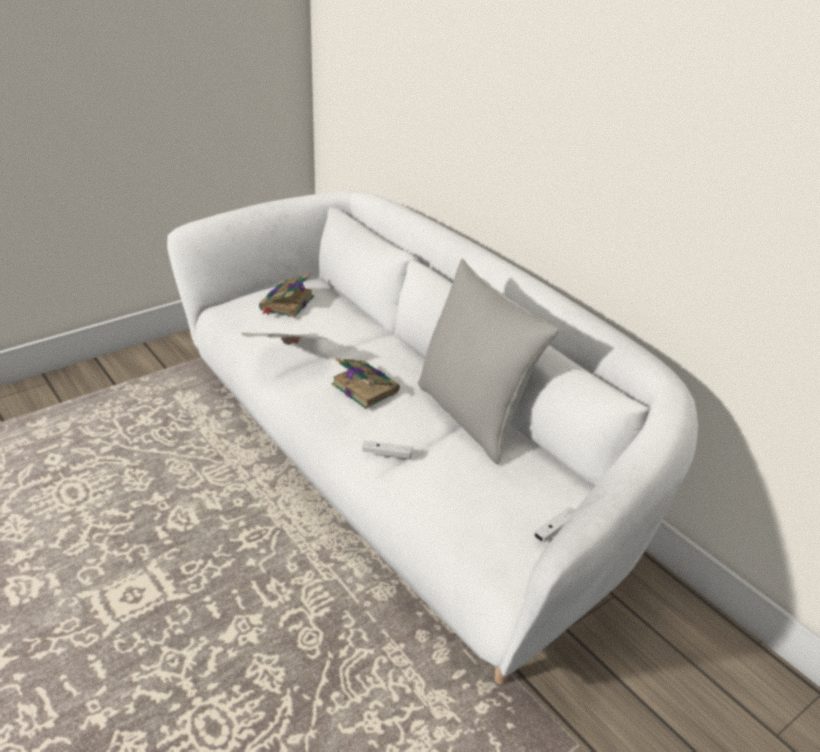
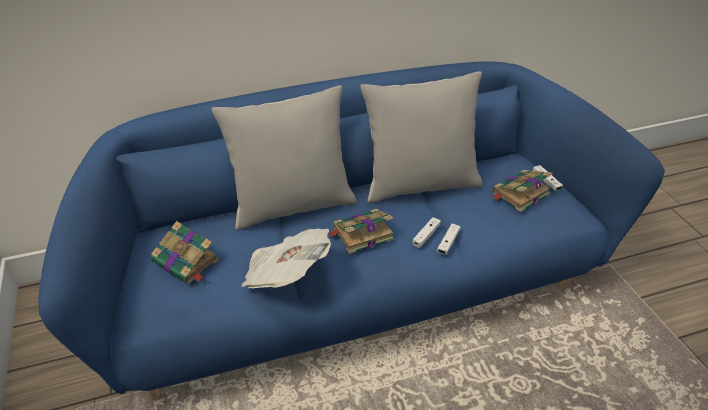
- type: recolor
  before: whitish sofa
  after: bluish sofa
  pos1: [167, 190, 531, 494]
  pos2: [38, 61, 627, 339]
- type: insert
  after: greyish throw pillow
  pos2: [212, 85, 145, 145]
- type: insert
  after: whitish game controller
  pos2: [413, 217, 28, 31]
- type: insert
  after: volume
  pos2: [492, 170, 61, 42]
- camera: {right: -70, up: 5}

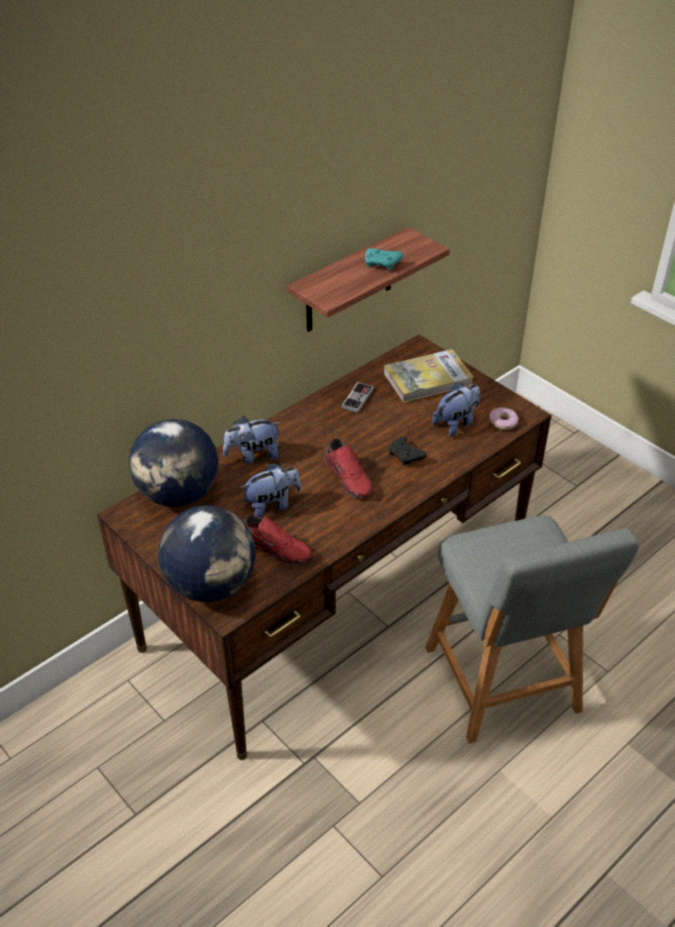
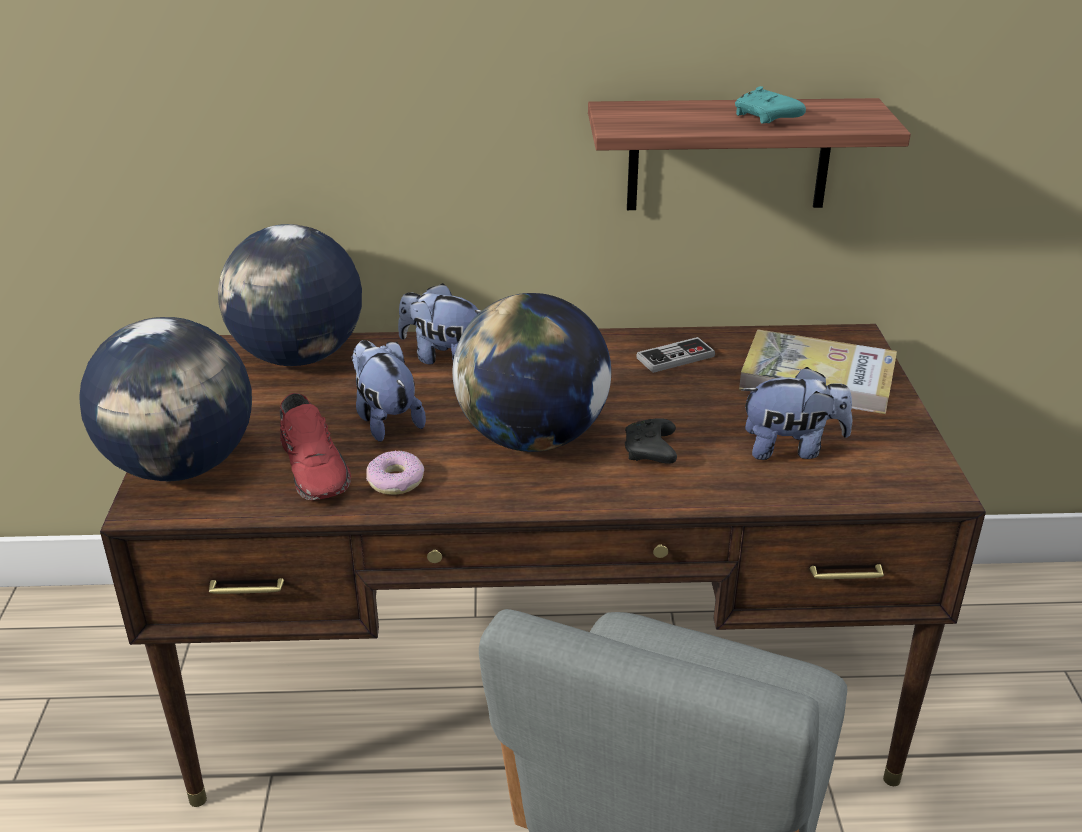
- type: rotate
  before: plush toy
  pos1: [241, 463, 60, 56]
  pos2: [352, 340, 74, 102]
  turn: -135
- type: replace
  before: red-coloured item of footwear
  after: globe
  pos1: [324, 438, 49, 60]
  pos2: [453, 293, 158, 159]
- type: move
  before: doughnut
  pos1: [489, 407, 29, 23]
  pos2: [366, 451, 58, 44]
- camera: {right: 40, up: -10}

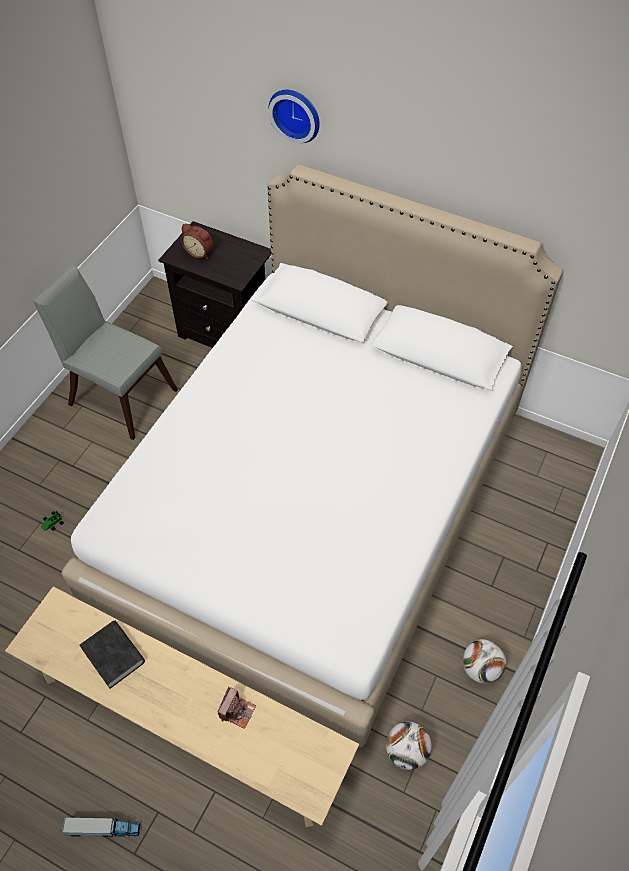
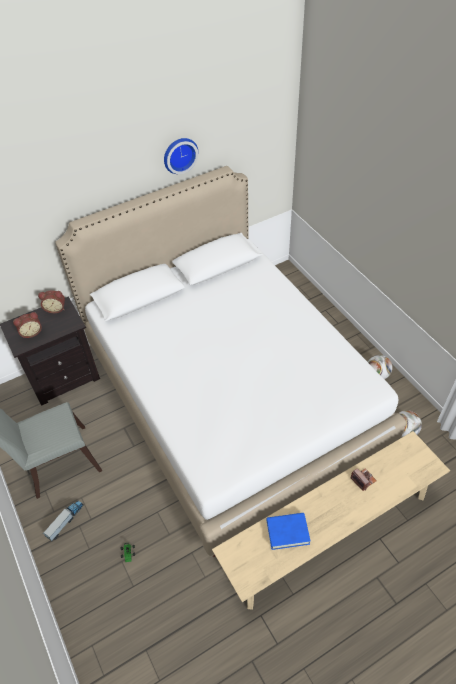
- type: move
  before: toy truck
  pos1: [61, 818, 80, 20]
  pos2: [43, 501, 41, 40]
- type: recolor
  before: black volume
  after: bluish volume
  pos1: [80, 620, 65, 69]
  pos2: [267, 513, 43, 37]
- type: move
  before: hanging clock
  pos1: [269, 90, 51, 53]
  pos2: [164, 138, 34, 36]
- type: insert
  after: alarm clock
  pos2: [38, 290, 27, 23]
- camera: {right: -55, up: -5}

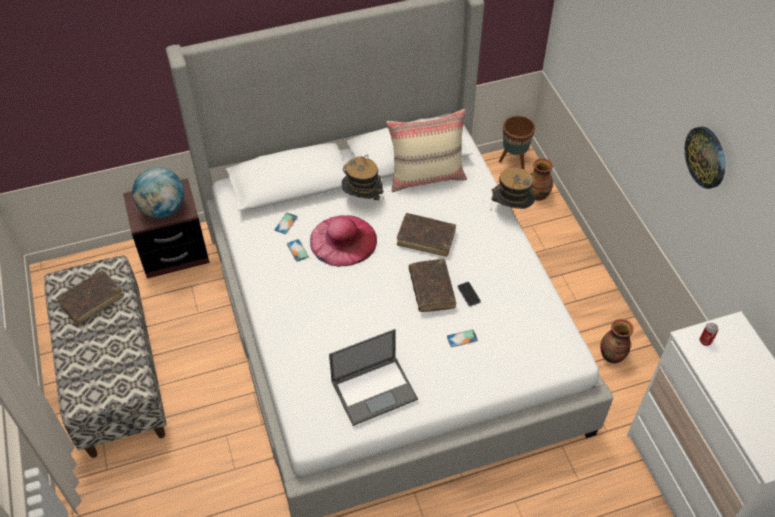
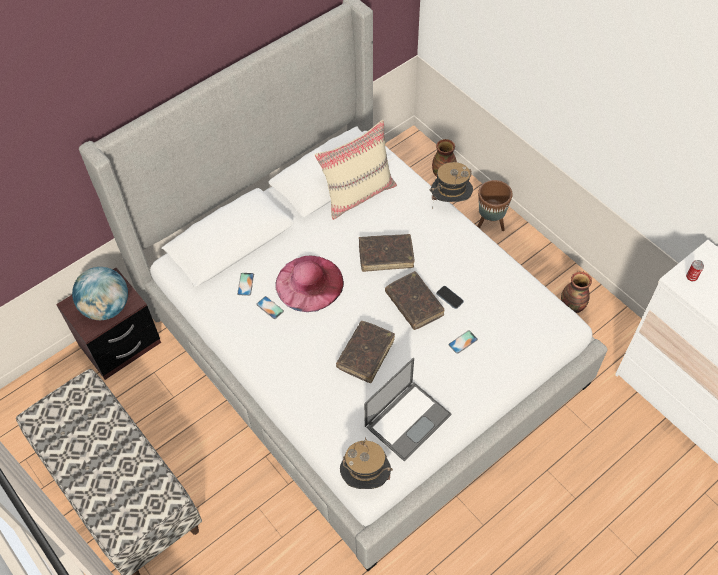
- type: move
  before: brown-coloured volume
  pos1: [56, 270, 67, 55]
  pos2: [336, 321, 59, 62]
- type: move
  before: hat
  pos1: [342, 154, 42, 46]
  pos2: [340, 437, 53, 52]
- type: move
  before: brown-coloured planter
  pos1: [499, 116, 36, 53]
  pos2: [477, 180, 36, 51]
- type: delete
  before: hanging clock
  pos1: [685, 126, 40, 63]
- camera: {right: -20, up: 5}

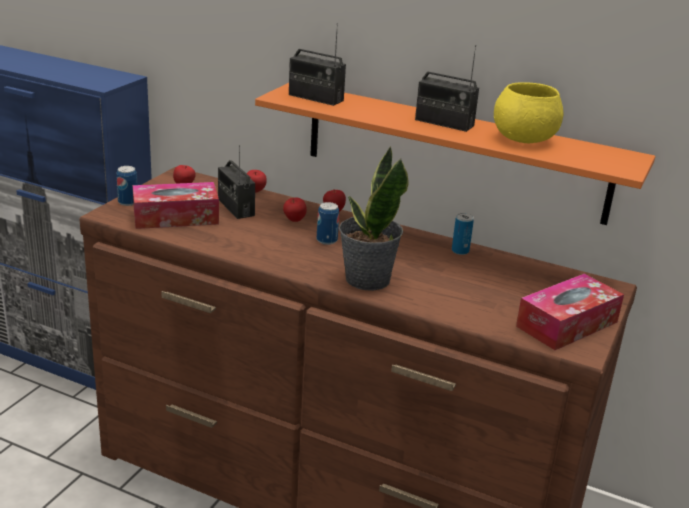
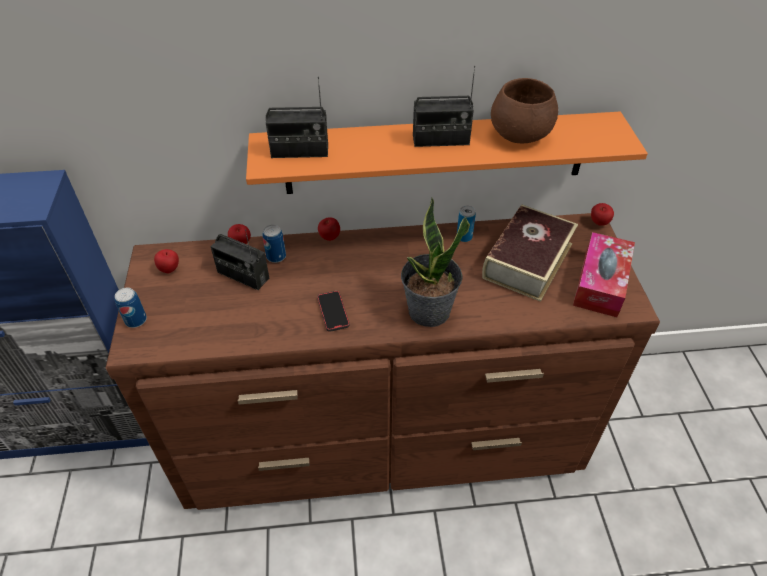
- type: delete
  before: tissue holder
  pos1: [133, 182, 86, 47]
- type: move
  before: apple fruit
  pos1: [283, 198, 24, 24]
  pos2: [591, 203, 23, 23]
- type: move
  before: metal can
  pos1: [317, 202, 22, 43]
  pos2: [262, 225, 24, 38]
- type: recolor
  before: yellow-coloured serving bowl
  after: brown-coloured serving bowl
  pos1: [494, 82, 69, 61]
  pos2: [491, 78, 67, 65]
- type: insert
  after: telephone
  pos2: [317, 291, 33, 41]
- type: insert
  after: volume
  pos2: [482, 204, 96, 98]
- camera: {right: -30, up: 20}

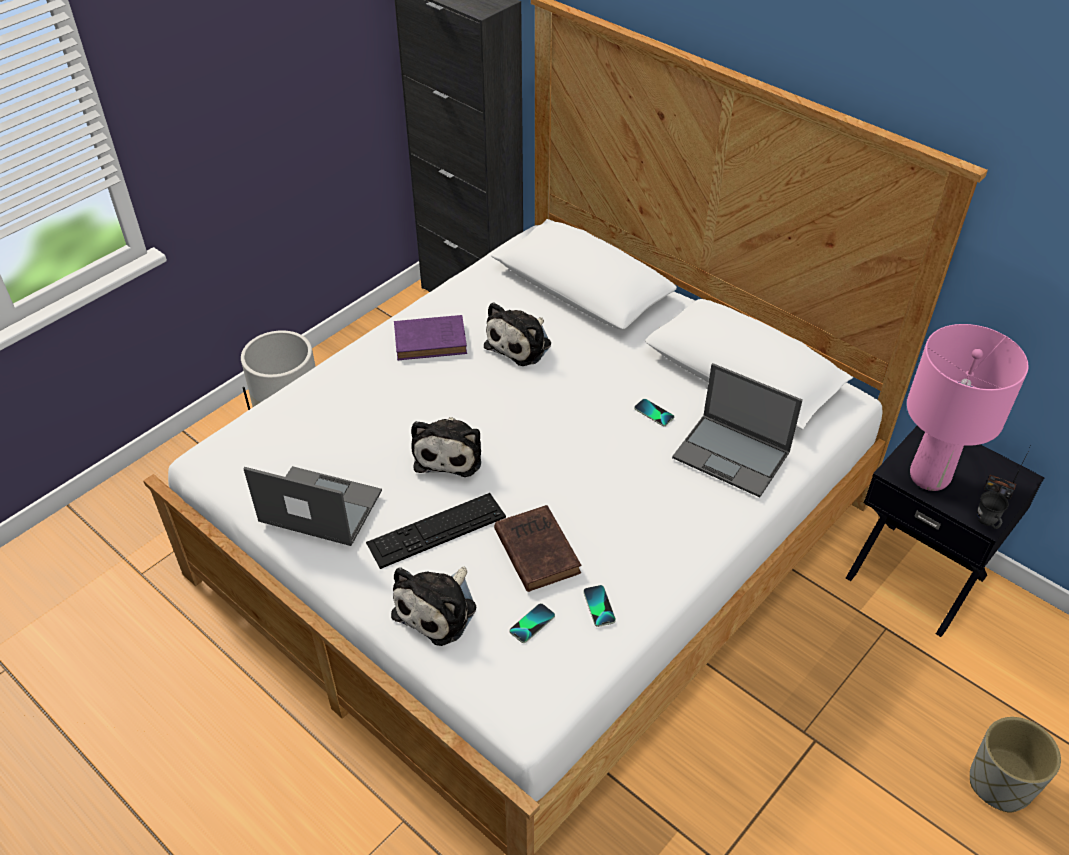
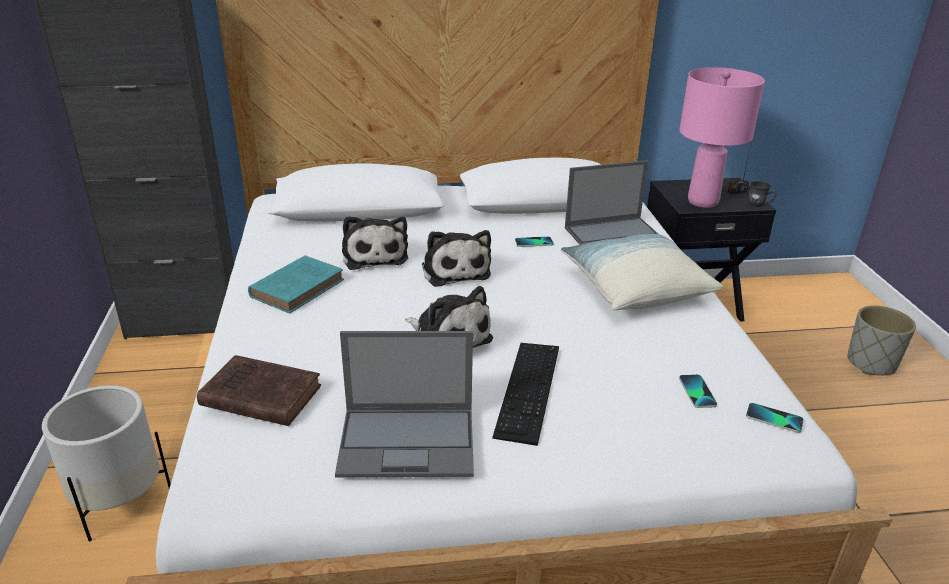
- type: rotate
  before: portable computer
  pos1: [243, 466, 139, 80]
  pos2: [335, 331, 139, 147]
  turn: -150
- type: move
  before: plush toy
  pos1: [391, 566, 85, 80]
  pos2: [422, 230, 69, 57]
- type: recolor
  before: purple volume
  after: turquoise volume
  pos1: [394, 315, 73, 45]
  pos2: [248, 255, 96, 58]
- type: move
  before: brown-coloured volume
  pos1: [494, 505, 87, 87]
  pos2: [197, 355, 124, 71]
- type: move
  before: telephone
  pos1: [583, 585, 33, 42]
  pos2: [746, 403, 58, 30]
- type: insert
  after: throw pillow
  pos2: [561, 233, 162, 77]
- camera: {right: -50, up: -15}

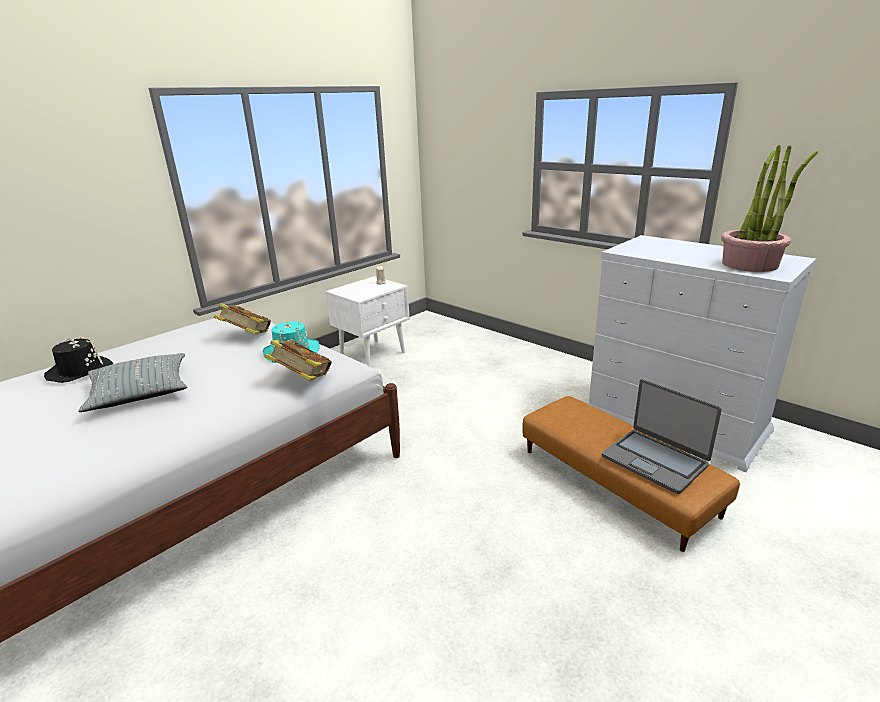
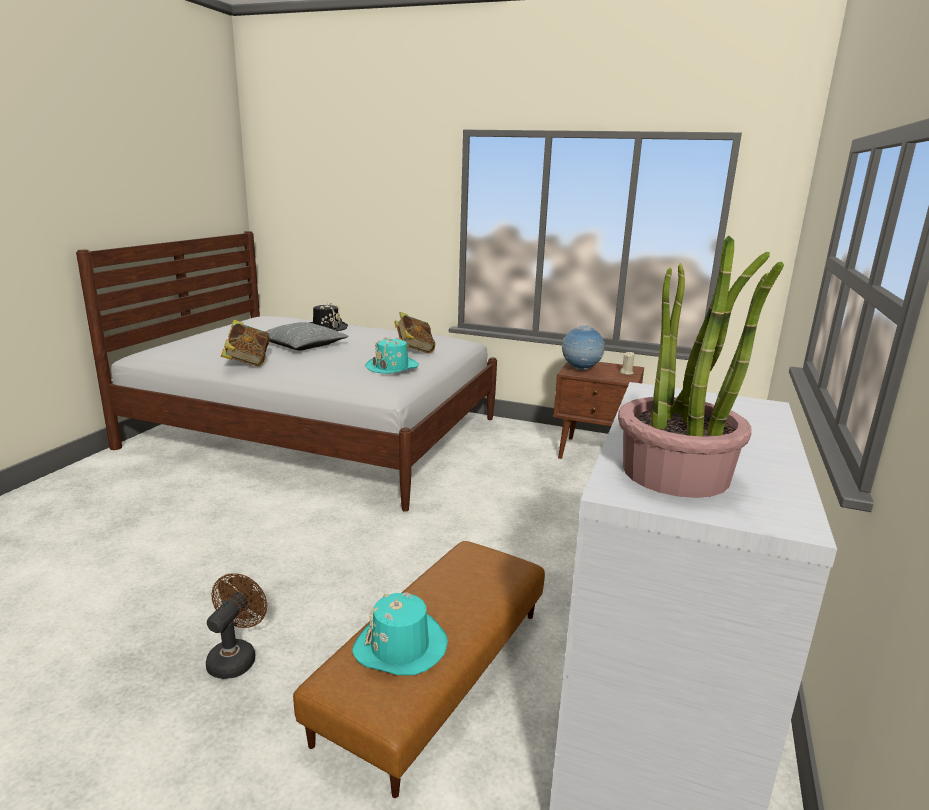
- type: move
  before: volume
  pos1: [264, 340, 68, 41]
  pos2: [221, 320, 49, 47]
- type: recolor
  before: whitish night table
  after: brown-coloured night table
  pos1: [325, 276, 85, 91]
  pos2: [553, 362, 91, 97]
- type: replace
  before: portable computer
  after: turquoise hat
  pos1: [602, 379, 120, 115]
  pos2: [352, 592, 96, 84]
- type: insert
  after: brown-coloured fan
  pos2: [206, 573, 61, 106]
- type: insert
  after: globe
  pos2: [562, 325, 42, 45]
- camera: {right: 65, up: -5}

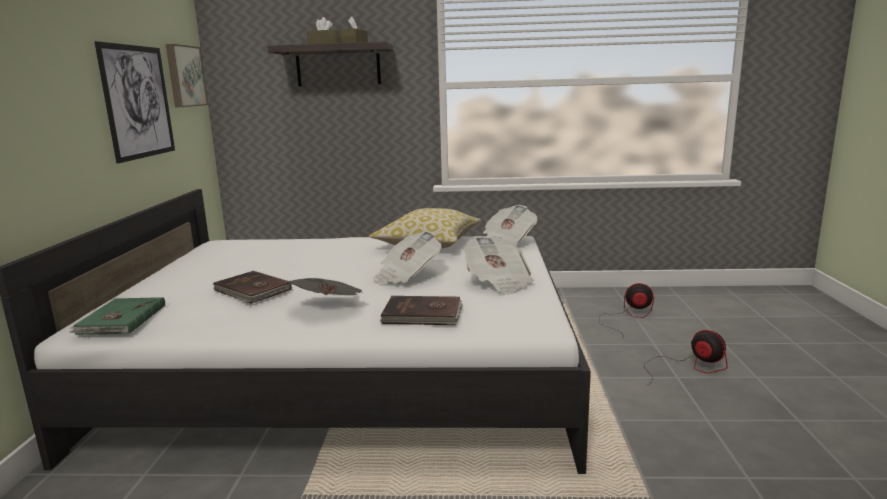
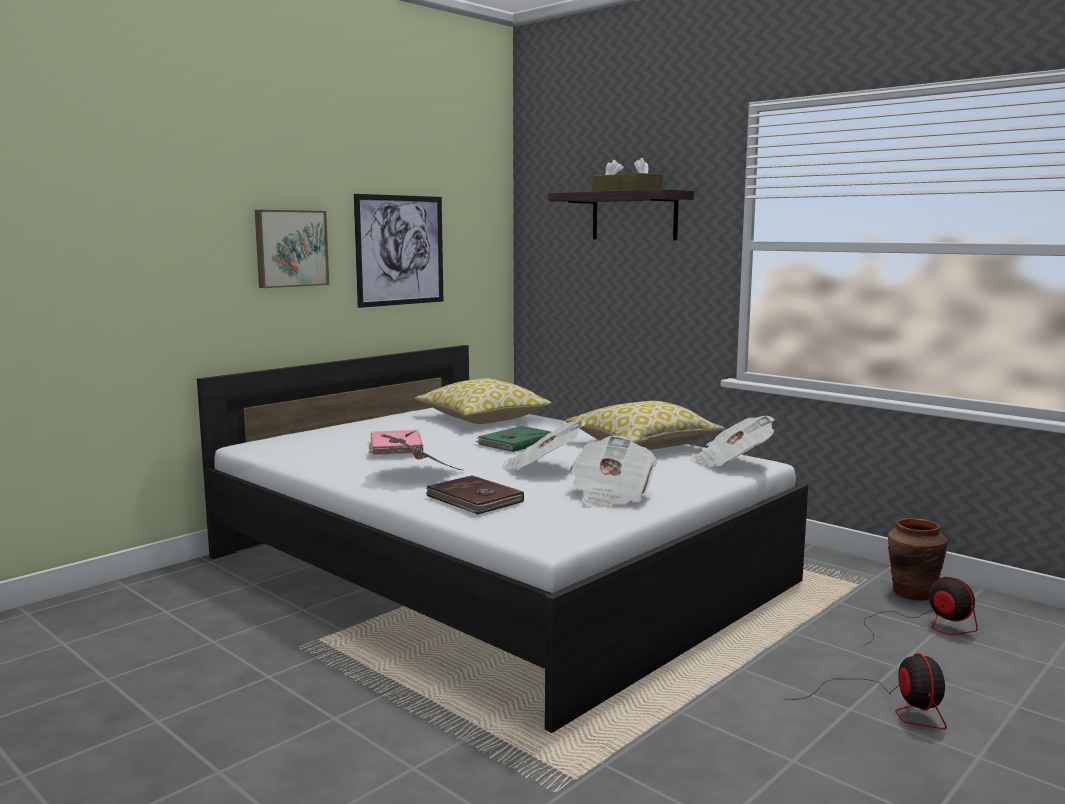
- type: move
  before: green volume
  pos1: [69, 297, 96, 38]
  pos2: [475, 426, 76, 26]
- type: move
  before: picture
  pos1: [166, 44, 42, 63]
  pos2: [255, 210, 74, 78]
- type: recolor
  before: brown-coloured volume
  after: pinkish volume
  pos1: [213, 271, 79, 33]
  pos2: [369, 430, 54, 25]
- type: insert
  after: throw pillow
  pos2: [415, 378, 137, 46]
- type: insert
  after: brown-coloured flower vase
  pos2: [888, 518, 59, 83]
- camera: {right: 40, up: -5}

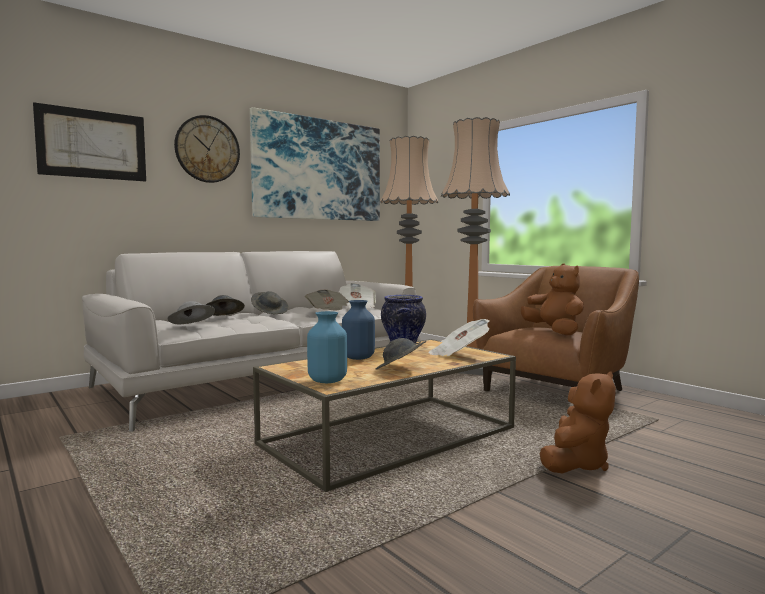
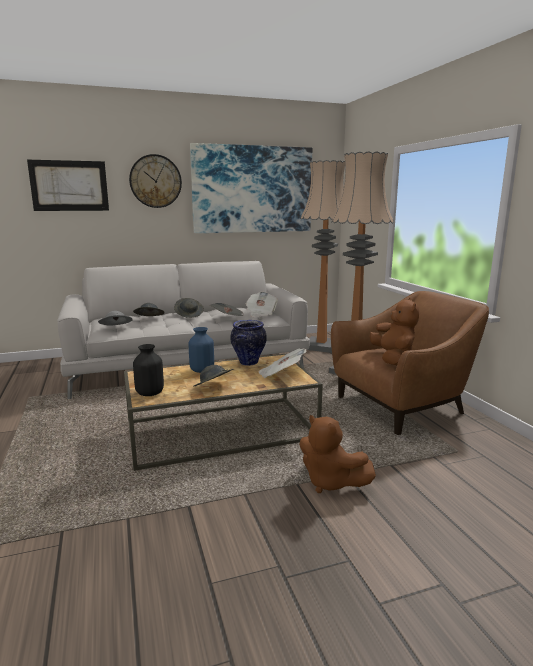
- type: recolor
  before: bluish flower vase
  after: black flower vase
  pos1: [307, 311, 40, 72]
  pos2: [133, 344, 31, 52]
- type: rotate
  before: brown-coloured plush toy
  pos1: [540, 371, 76, 103]
  pos2: [299, 415, 77, 78]
  turn: 75
- camera: {right: 20, up: 10}

